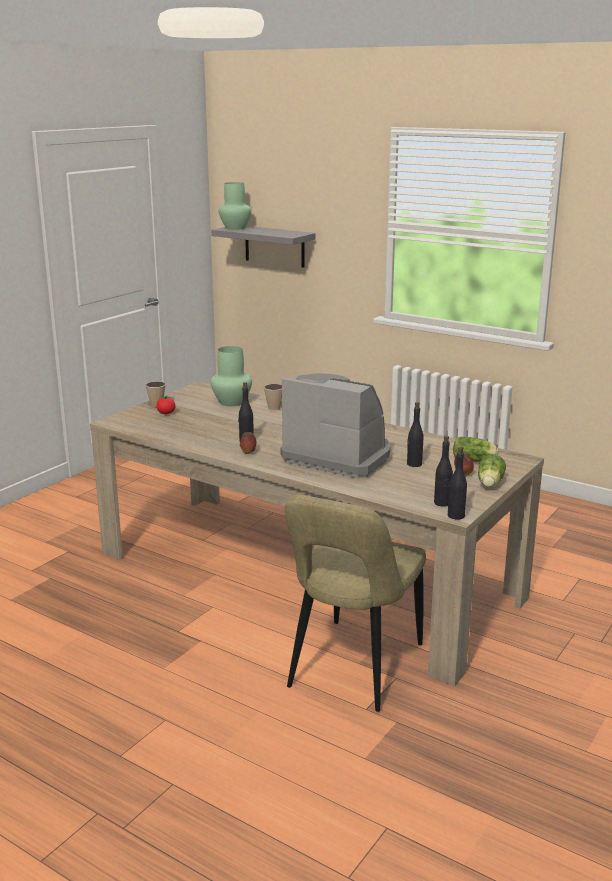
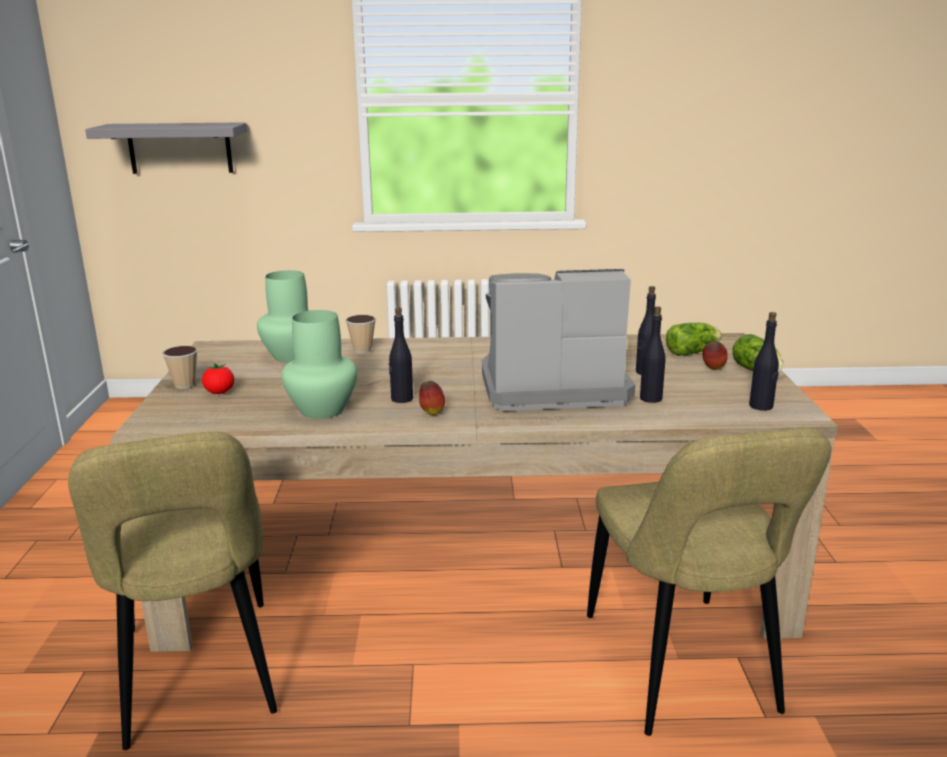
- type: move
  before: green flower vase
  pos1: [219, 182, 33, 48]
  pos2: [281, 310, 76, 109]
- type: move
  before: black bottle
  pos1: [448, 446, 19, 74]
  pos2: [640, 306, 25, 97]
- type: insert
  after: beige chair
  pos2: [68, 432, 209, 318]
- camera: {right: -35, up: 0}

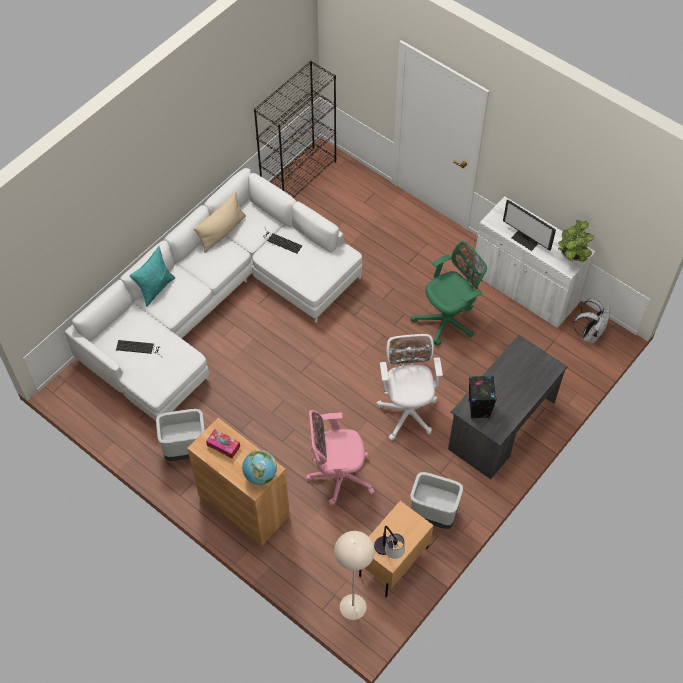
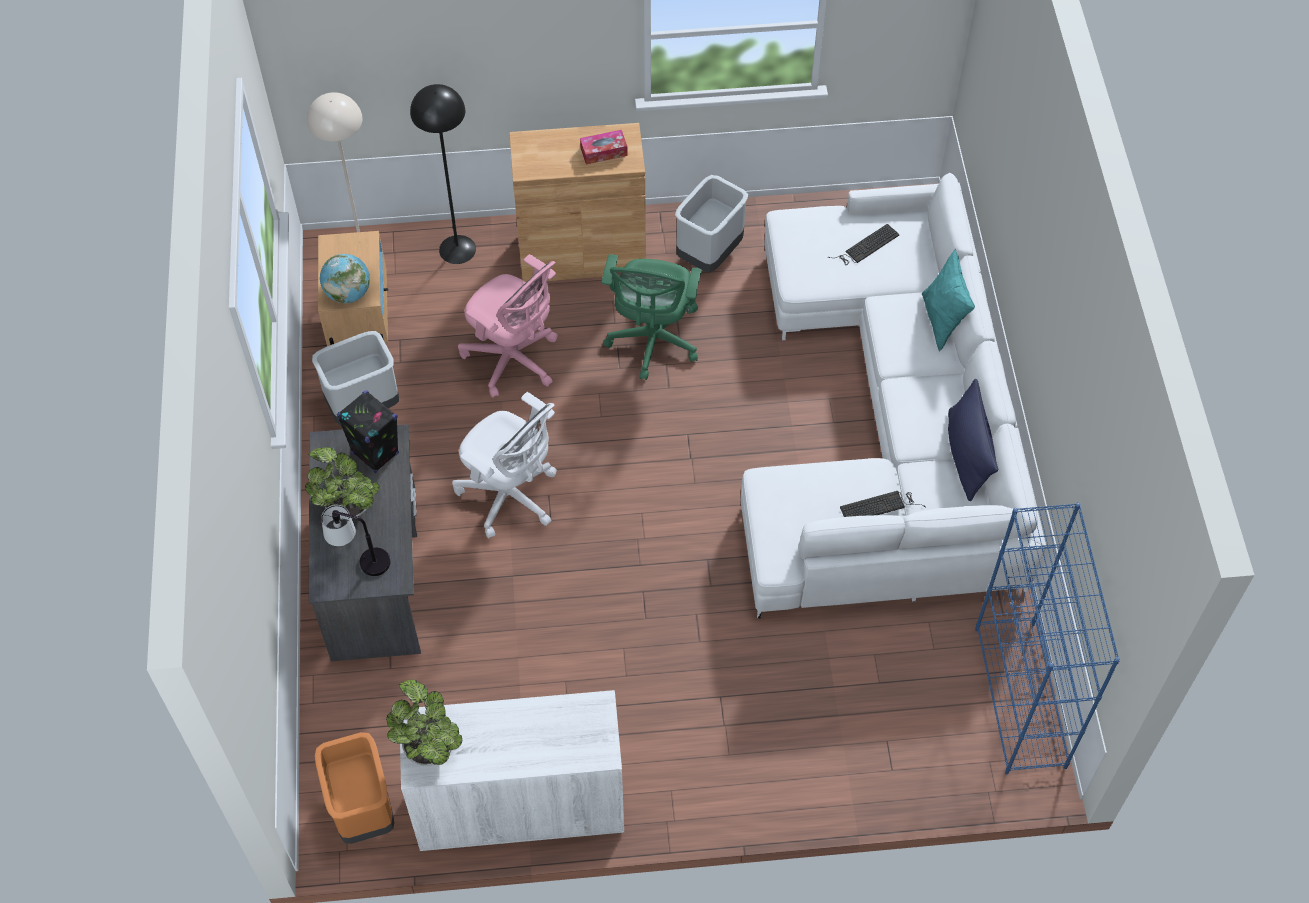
- type: recolor
  before: beige throw pillow
  after: bluish throw pillow
  pos1: [194, 192, 52, 61]
  pos2: [948, 379, 50, 122]
- type: move
  before: globe
  pos1: [242, 450, 35, 35]
  pos2: [320, 254, 50, 49]
- type: recolor
  before: black bookshelf
  after: bluish bookshelf
  pos1: [254, 61, 82, 136]
  pos2: [975, 503, 145, 271]
- type: rotate
  before: pinkish office chair
  pos1: [306, 410, 69, 95]
  pos2: [458, 254, 100, 144]
  turn: 90
- type: move
  before: table lamp
  pos1: [374, 526, 31, 33]
  pos2: [321, 505, 69, 71]
- type: move
  before: green office chair
  pos1: [411, 241, 76, 105]
  pos2: [602, 254, 100, 126]
- type: delete
  before: computer screen
  pos1: [503, 199, 53, 52]
- type: replace
  before: whitish rucksack
  after: orange waste bin
  pos1: [573, 298, 38, 46]
  pos2: [315, 732, 79, 112]
- type: insert
  after: houseplant
  pos2: [305, 447, 74, 73]
- type: insert
  after: black standard lamp
  pos2: [410, 84, 66, 180]
- camera: {right: 135, up: 0}

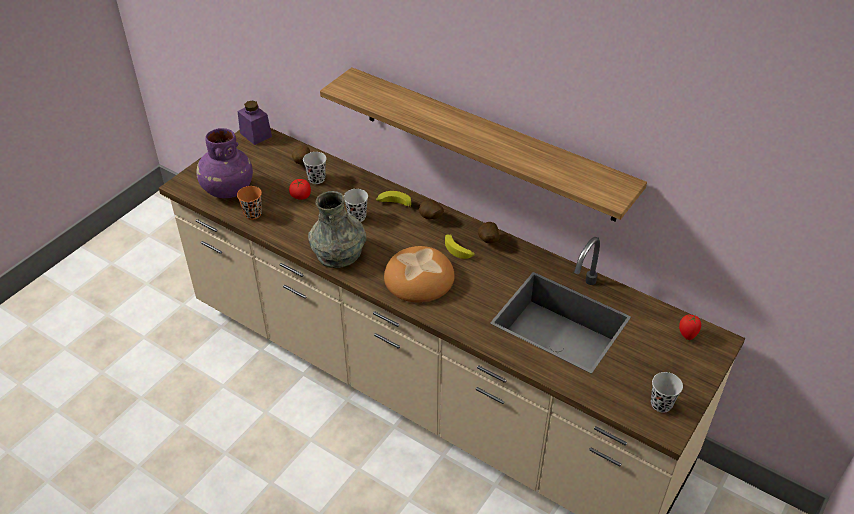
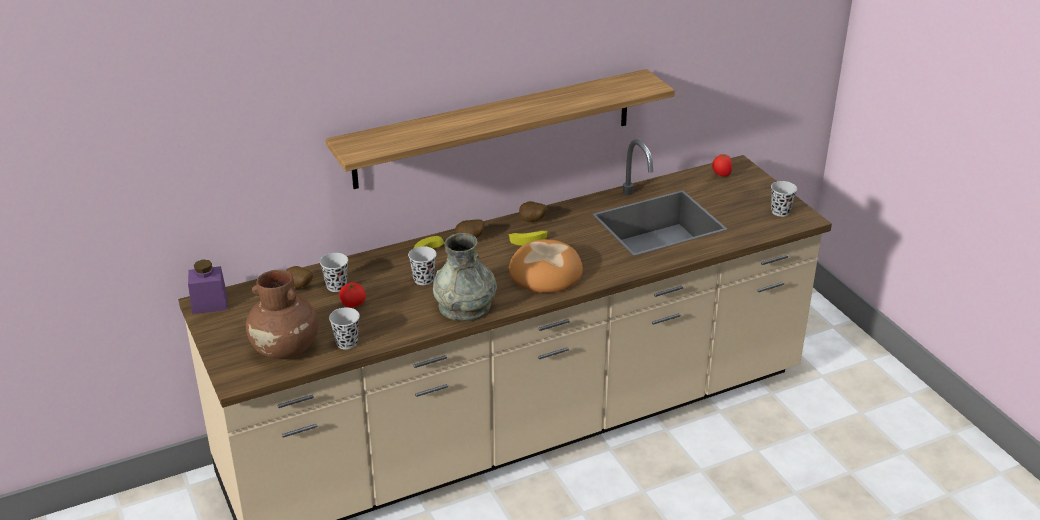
- type: recolor
  before: purple flower vase
  after: brown-coloured flower vase
  pos1: [196, 128, 57, 70]
  pos2: [246, 270, 72, 89]
- type: recolor
  before: orange cup
  after: black cup
  pos1: [237, 186, 25, 34]
  pos2: [329, 307, 31, 43]
- camera: {right: -60, up: -10}

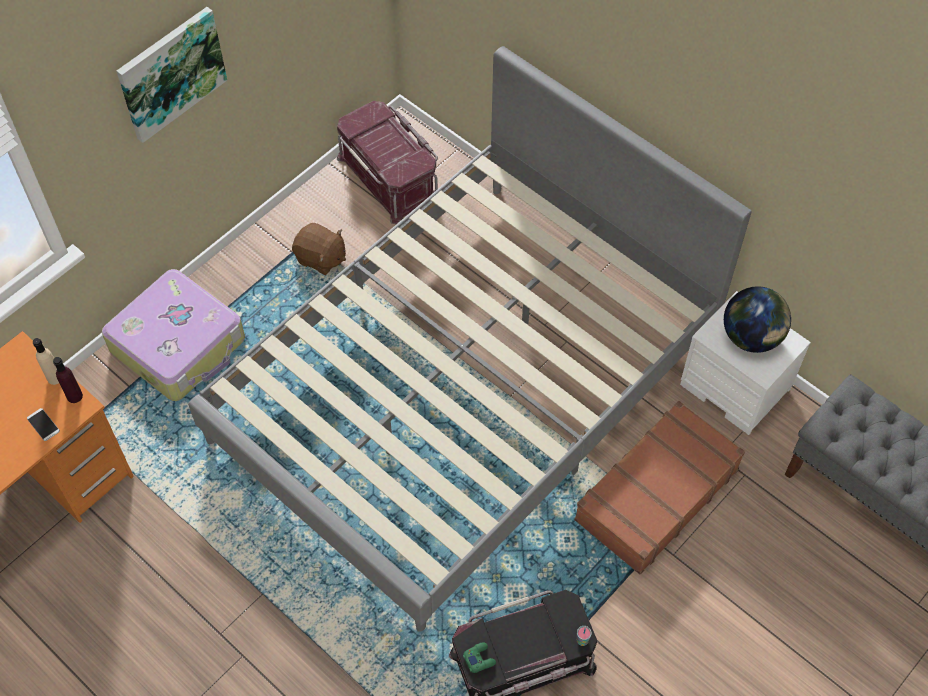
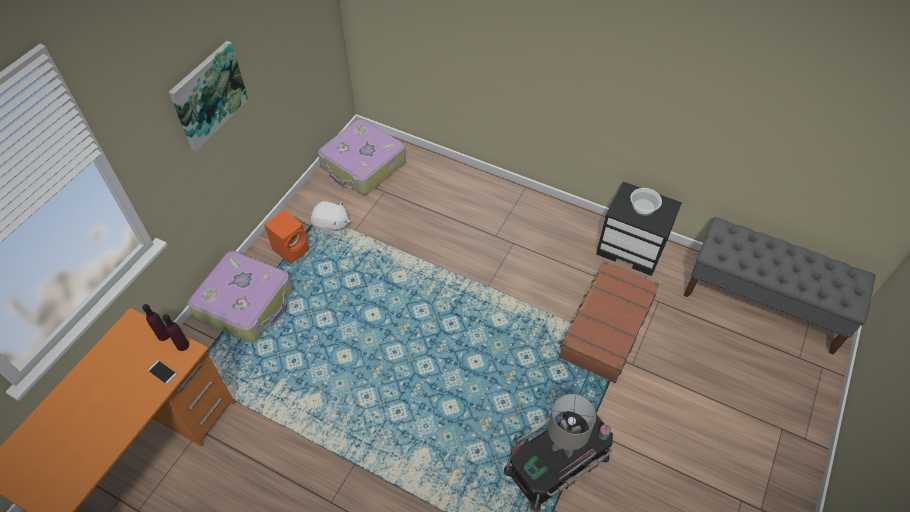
- type: recolor
  before: beige bottle
  after: purple bottle
  pos1: [33, 338, 26, 47]
  pos2: [142, 304, 28, 37]
- type: delete
  before: greyish sleeping bed
  pos1: [188, 46, 564, 586]
- type: recolor
  before: brown-coloured plush toy
  after: whitish plush toy
  pos1: [292, 223, 54, 52]
  pos2: [311, 201, 39, 35]
- type: replace
  before: red-coloured storage container
  after: suitcase
  pos1: [337, 101, 101, 123]
  pos2: [318, 119, 88, 76]
- type: recolor
  before: whitish night table
  after: black night table
  pos1: [680, 291, 131, 144]
  pos2: [596, 181, 86, 95]
- type: replace
  before: globe
  after: serving bowl
  pos1: [724, 287, 67, 66]
  pos2: [630, 188, 32, 28]
- type: insert
  after: orange speaker
  pos2: [264, 210, 45, 54]
- type: insert
  after: greyish table lamp
  pos2: [548, 394, 48, 64]
- camera: {right: -15, up: -5}

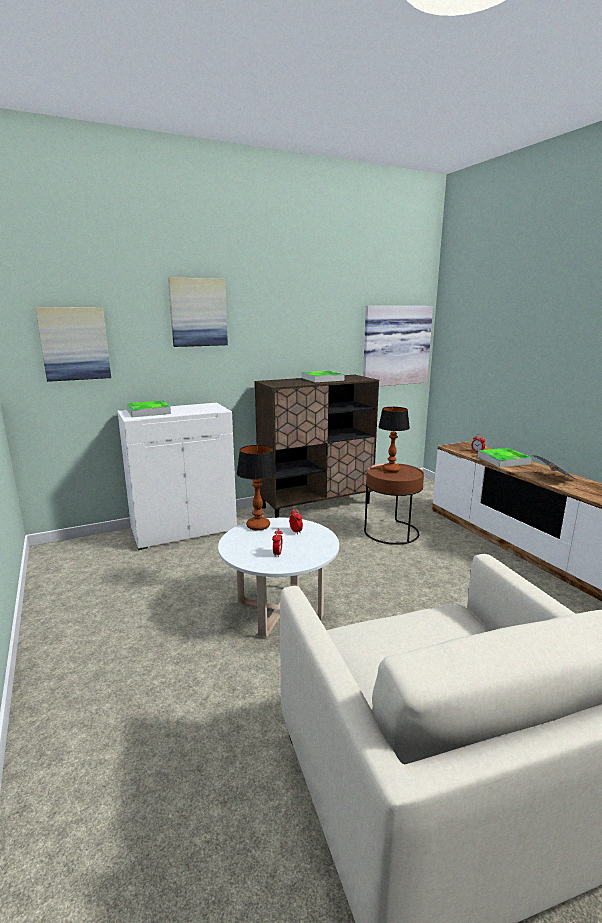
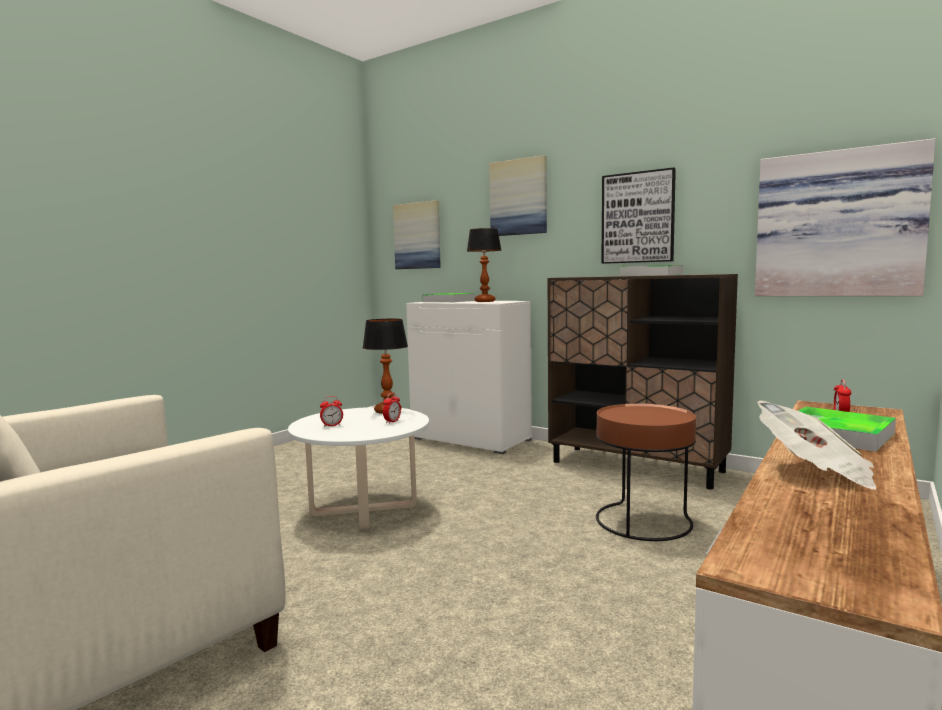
- type: move
  before: table lamp
  pos1: [378, 407, 32, 65]
  pos2: [467, 228, 34, 74]
- type: insert
  after: picture
  pos2: [601, 167, 75, 97]
- camera: {right: 60, up: -10}

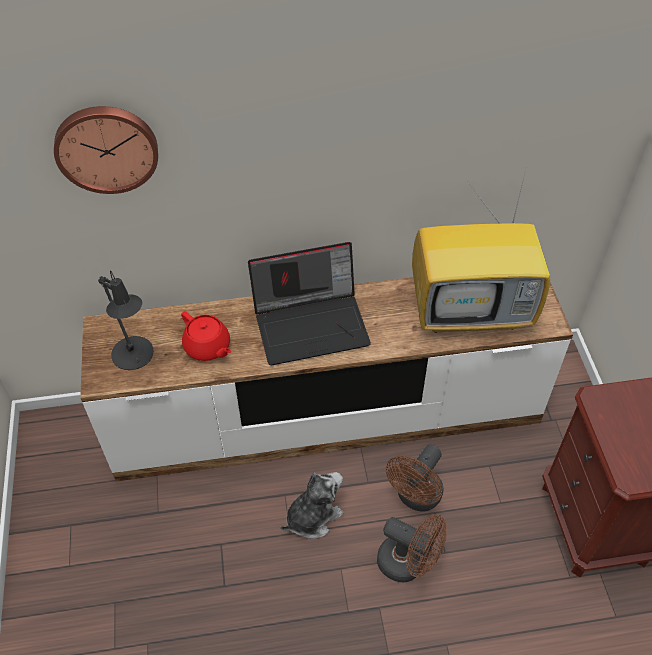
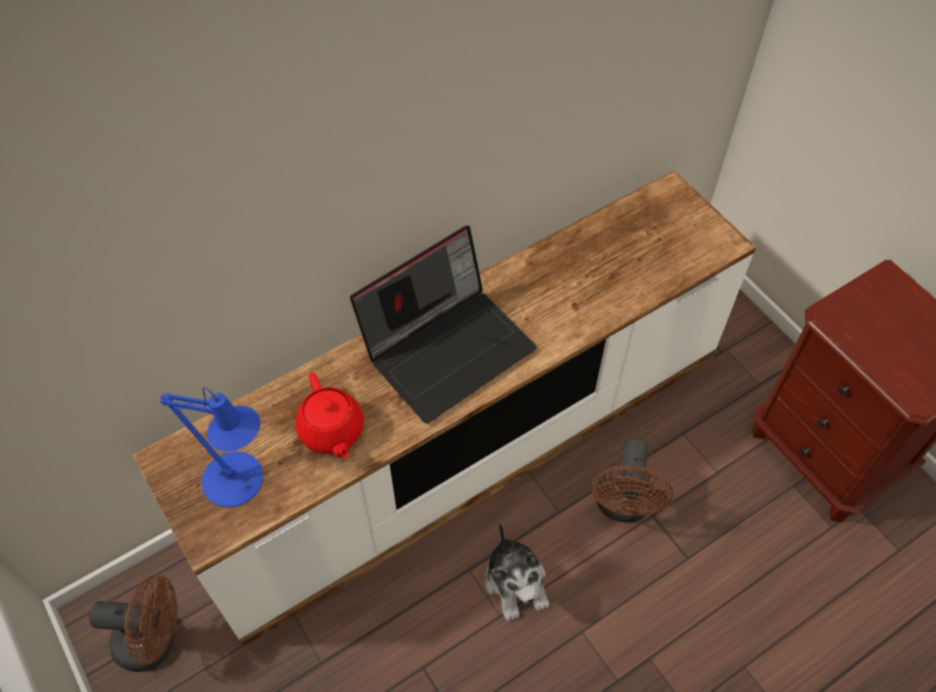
- type: delete
  before: hanging clock
  pos1: [54, 106, 104, 88]
- type: recolor
  before: black table lamp
  after: bluish table lamp
  pos1: [98, 270, 56, 100]
  pos2: [160, 387, 103, 120]
- type: rotate
  before: red-coloured tea pot
  pos1: [181, 312, 50, 49]
  pos2: [295, 373, 69, 85]
  turn: 45
- type: rotate
  before: plush toy
  pos1: [280, 472, 64, 67]
  pos2: [485, 522, 64, 100]
  turn: 135
- type: move
  before: brown-coloured fan
  pos1: [377, 514, 70, 69]
  pos2: [89, 574, 89, 98]
- type: delete
  before: TV
  pos1: [412, 170, 138, 163]
- camera: {right: -25, up: 5}

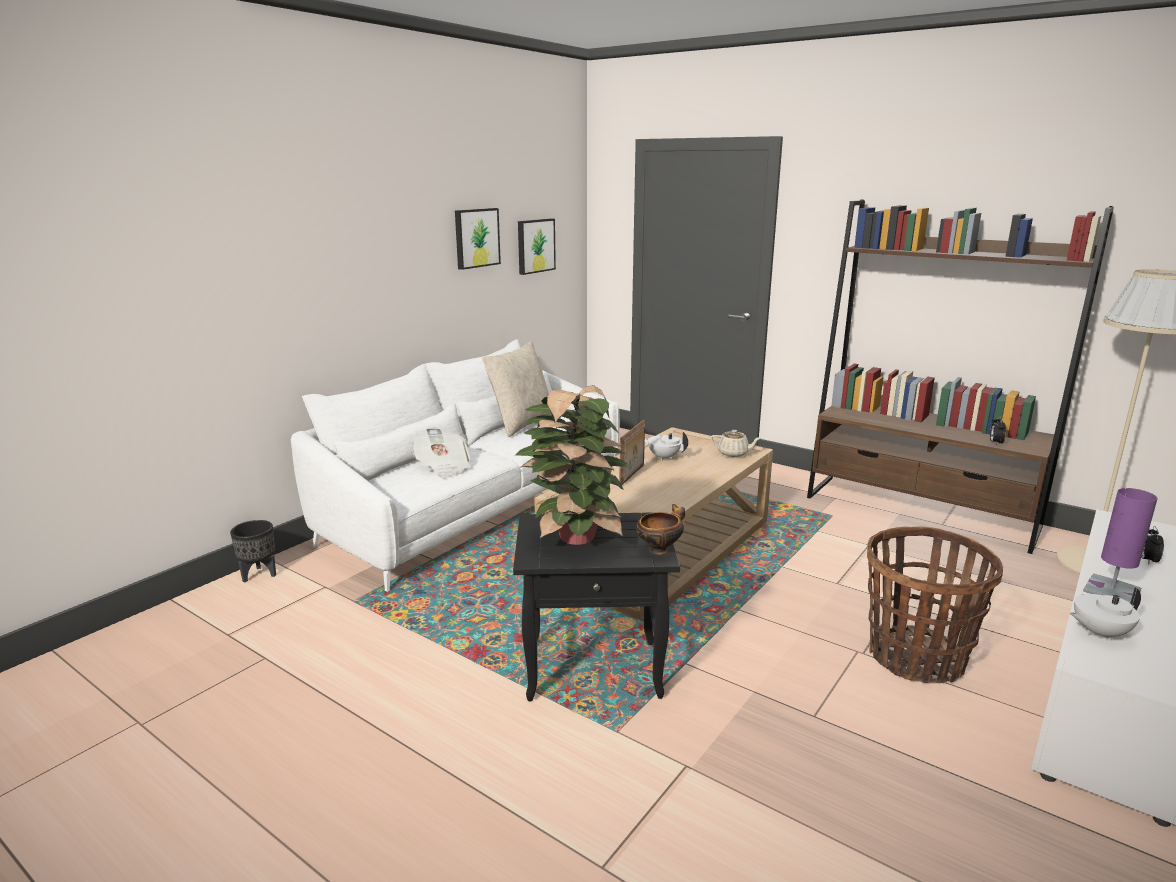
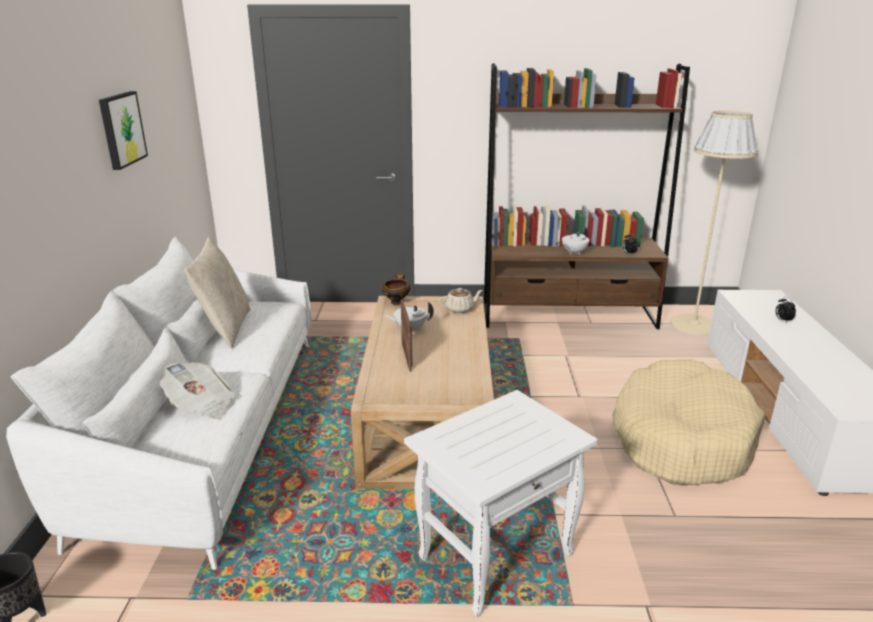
- type: recolor
  before: black end table
  after: whitish end table
  pos1: [513, 513, 167, 188]
  pos2: [404, 390, 194, 227]
- type: delete
  before: houseplant
  pos1: [516, 385, 116, 160]
- type: delete
  before: picture
  pos1: [518, 219, 38, 56]
- type: move
  before: serving bowl
  pos1: [636, 504, 49, 51]
  pos2: [382, 274, 29, 31]
- type: replace
  before: storage basket
  after: beige pet bed
  pos1: [867, 526, 136, 157]
  pos2: [612, 359, 153, 127]
- type: move
  before: whitish tea pot
  pos1: [1070, 587, 71, 54]
  pos2: [562, 227, 28, 28]
- type: delete
  before: purple table lamp
  pos1: [1083, 488, 75, 115]
- camera: {right: -35, up: 5}

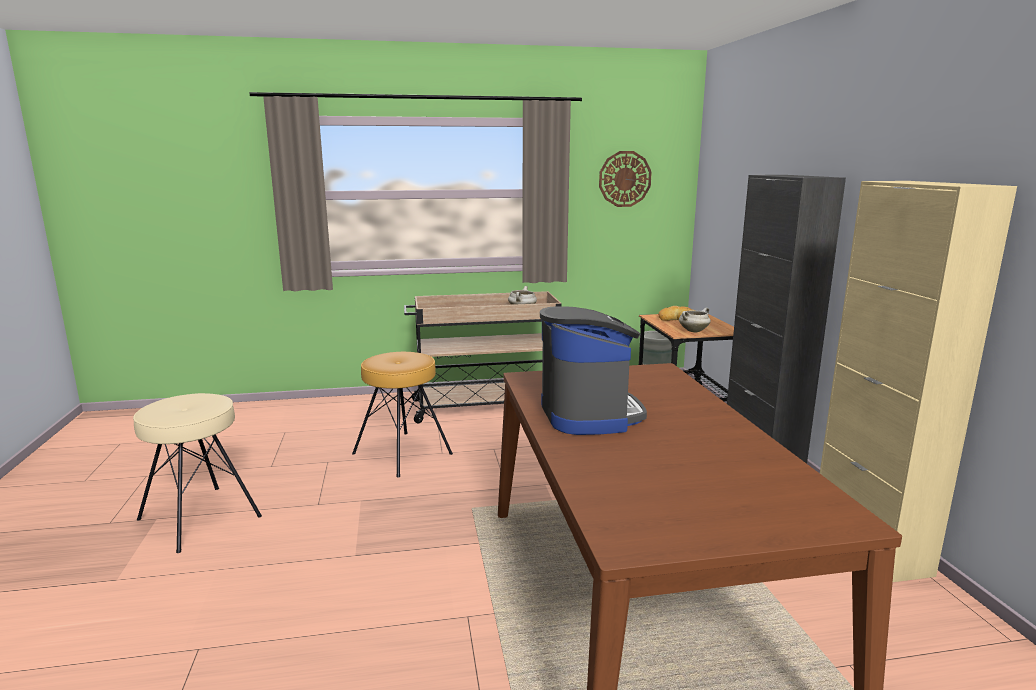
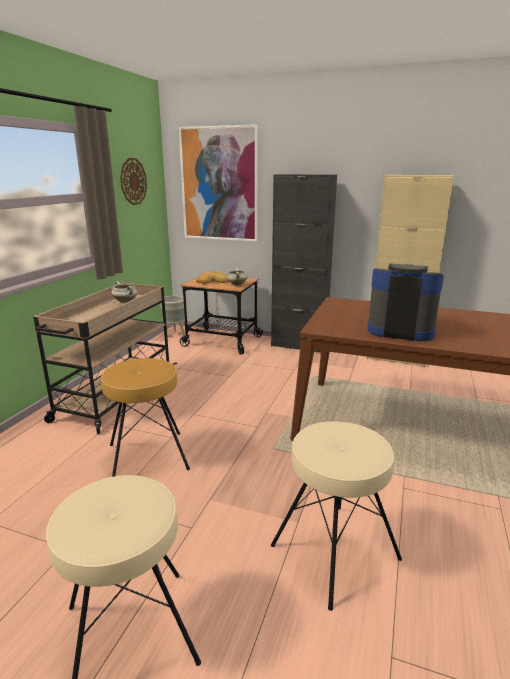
- type: insert
  after: picture
  pos2: [179, 124, 79, 117]
- type: insert
  after: beige stool seat
  pos2: [271, 421, 131, 190]
- camera: {right: -60, up: 5}

